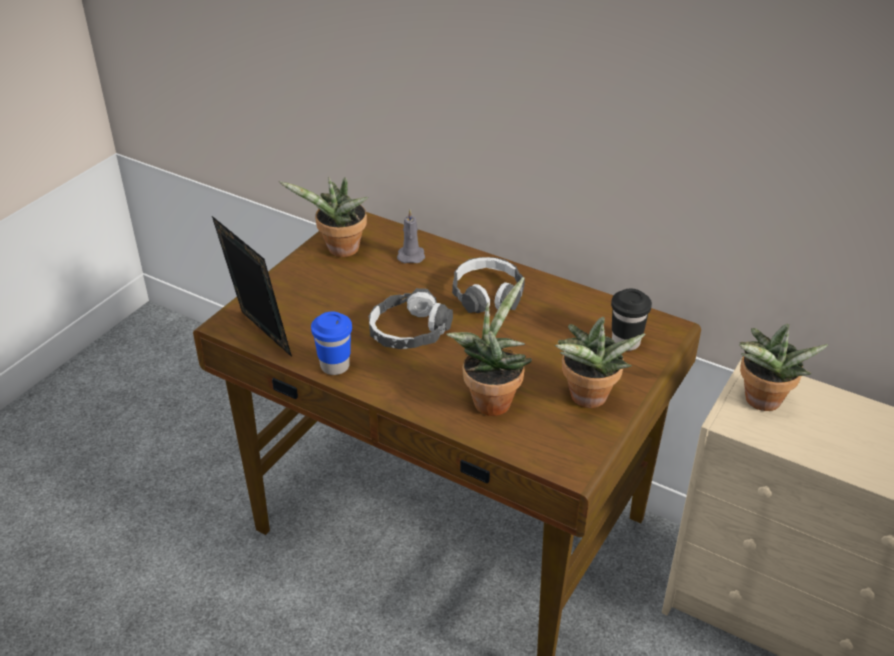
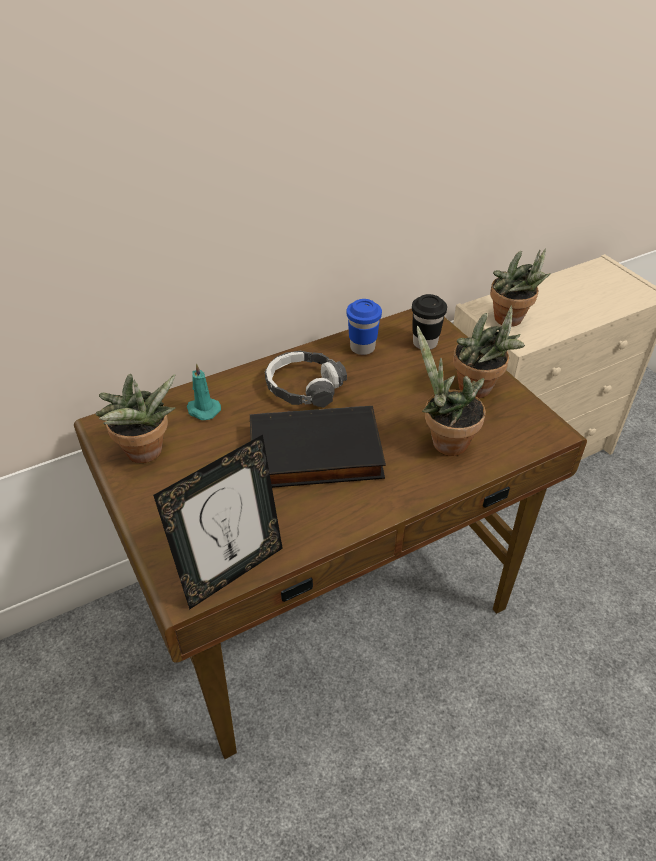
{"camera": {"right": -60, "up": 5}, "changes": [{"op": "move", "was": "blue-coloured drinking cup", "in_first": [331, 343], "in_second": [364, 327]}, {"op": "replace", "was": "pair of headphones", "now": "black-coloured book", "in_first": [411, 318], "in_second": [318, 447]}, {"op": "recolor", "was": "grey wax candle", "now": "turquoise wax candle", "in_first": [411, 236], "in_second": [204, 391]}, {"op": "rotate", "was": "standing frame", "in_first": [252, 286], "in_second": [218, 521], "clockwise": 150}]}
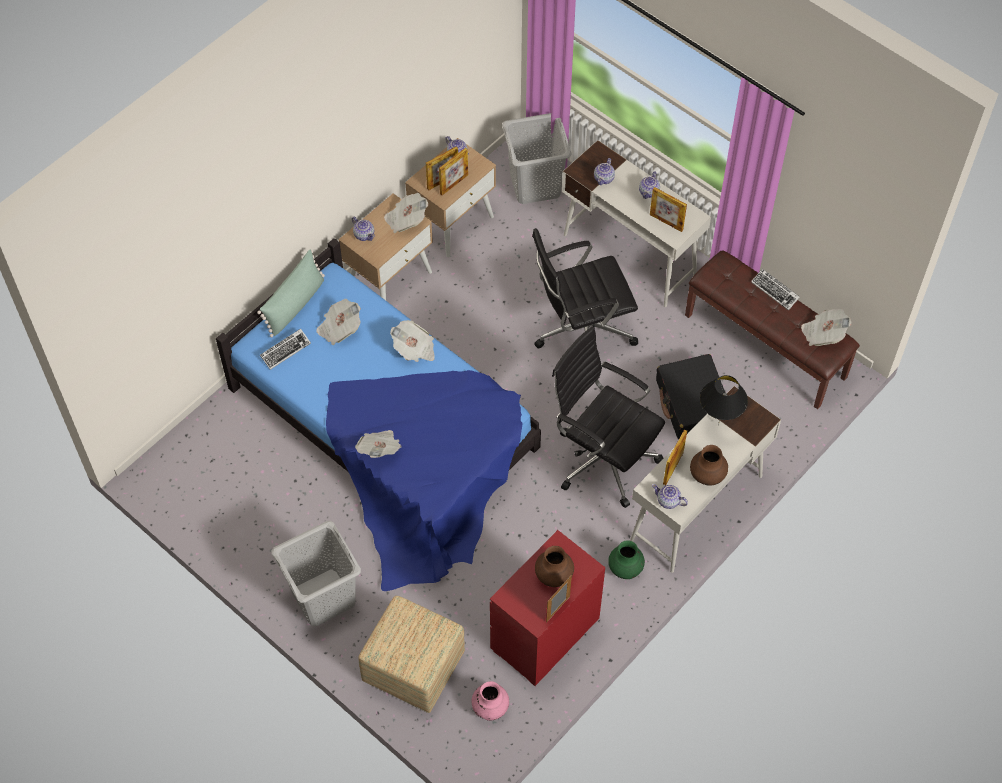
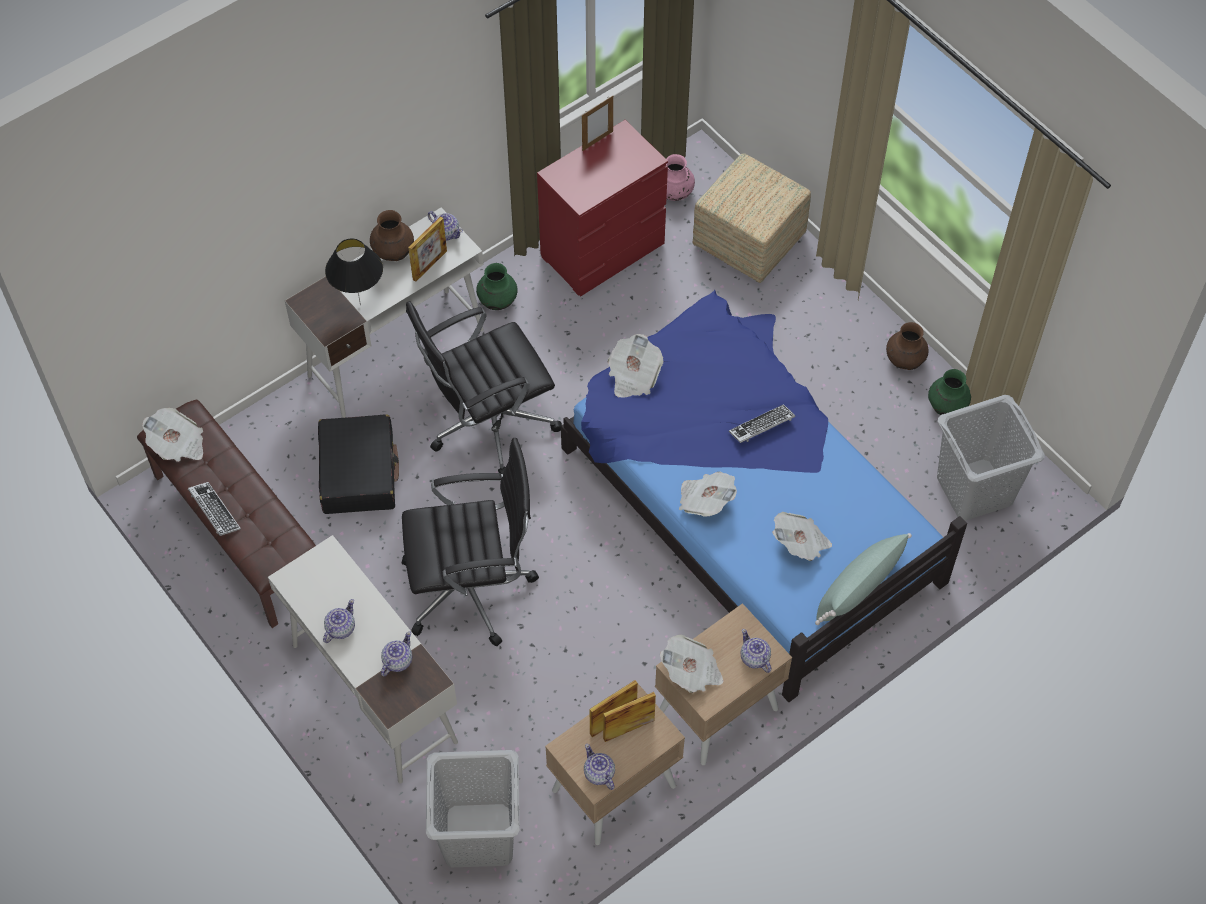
{"camera": {"right": -170, "up": 0}, "changes": [{"op": "delete", "was": "standing frame", "in_first": [668, 209]}, {"op": "insert", "now": "green decorative vase", "in_second": [949, 392]}, {"op": "move", "was": "keyboard", "in_first": [285, 349], "in_second": [762, 423]}, {"op": "move", "was": "grey hamper", "in_first": [316, 573], "in_second": [990, 458]}, {"op": "move", "was": "newspaper", "in_first": [378, 444], "in_second": [635, 366]}, {"op": "move", "was": "brownish decorative vase", "in_first": [554, 566], "in_second": [907, 346]}, {"op": "rotate", "was": "black-coloured office chair", "in_first": [608, 417], "in_second": [484, 387], "clockwise": 105}]}
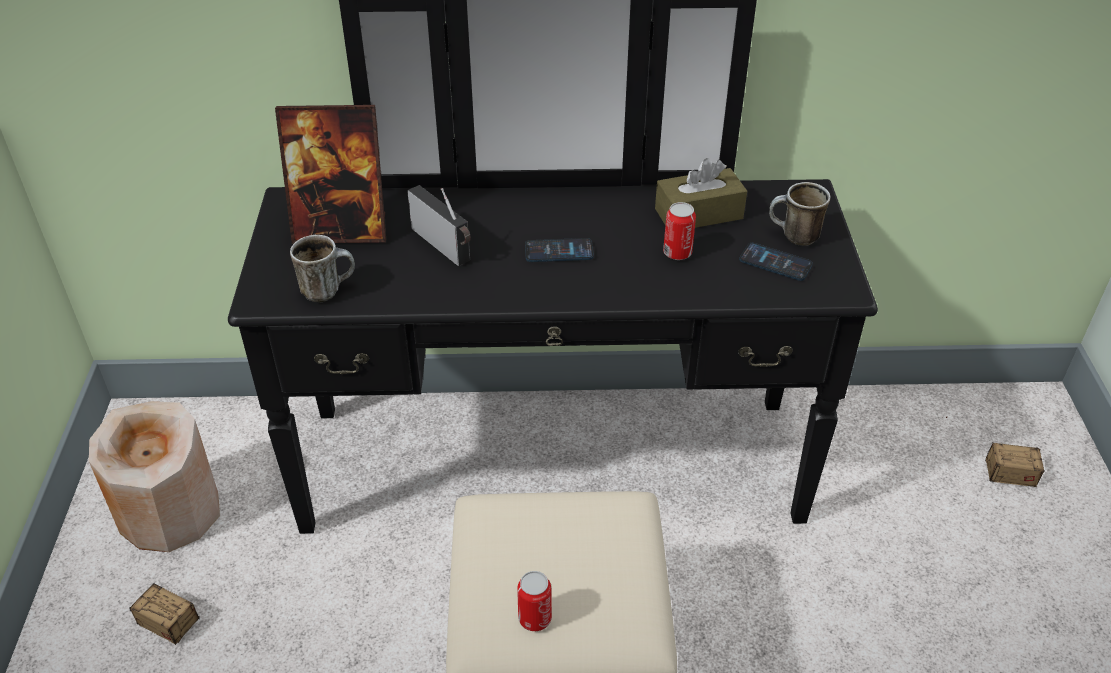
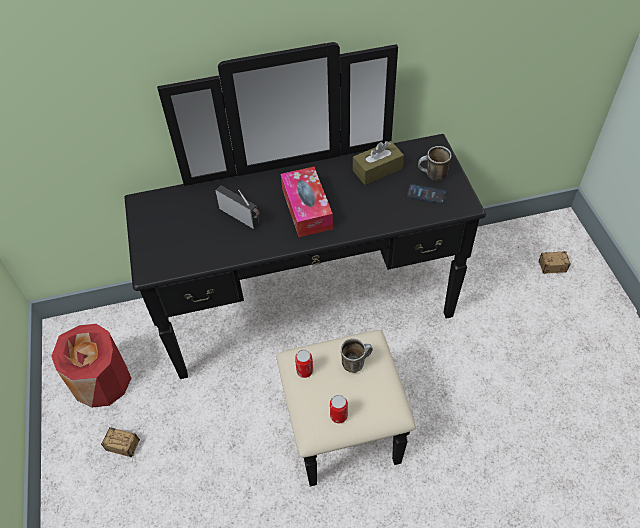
{"camera": {"right": -10, "up": 10}, "changes": [{"op": "delete", "was": "standing frame", "in_first": [330, 174]}, {"op": "move", "was": "coffee mug", "in_first": [322, 269], "in_second": [357, 355]}, {"op": "move", "was": "can", "in_first": [679, 231], "in_second": [304, 363]}, {"op": "replace", "was": "phone", "now": "tissue box", "in_first": [559, 250], "in_second": [307, 202]}, {"op": "recolor", "was": "beige-coloured decorative vase", "now": "reddish decorative vase", "in_first": [154, 476], "in_second": [91, 365]}]}
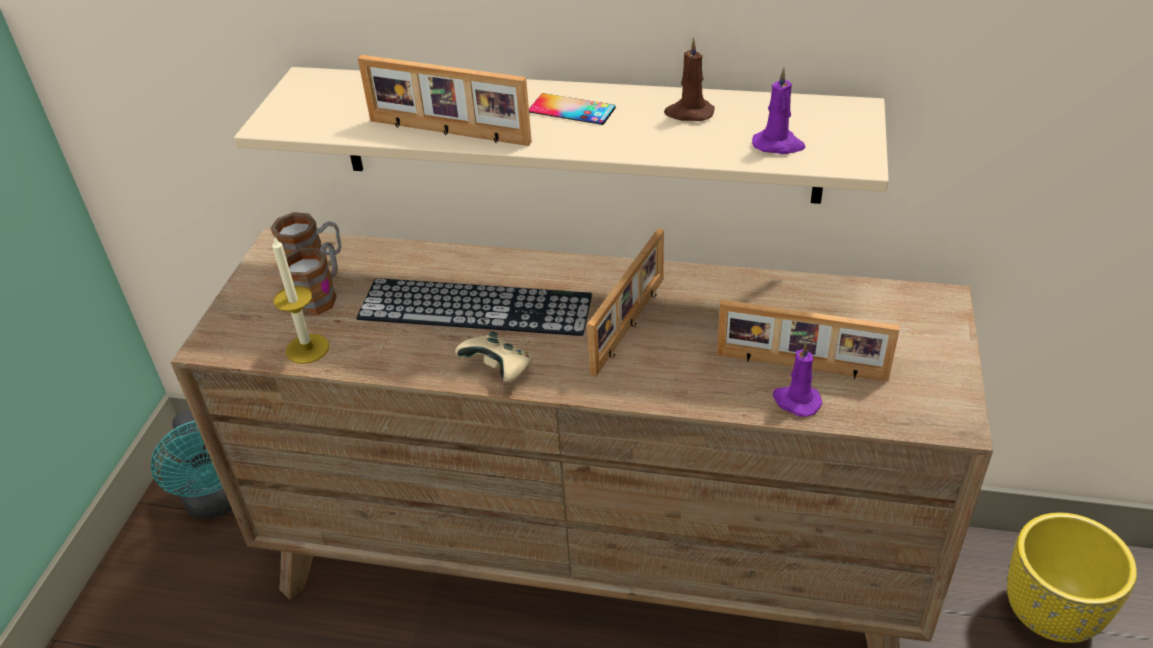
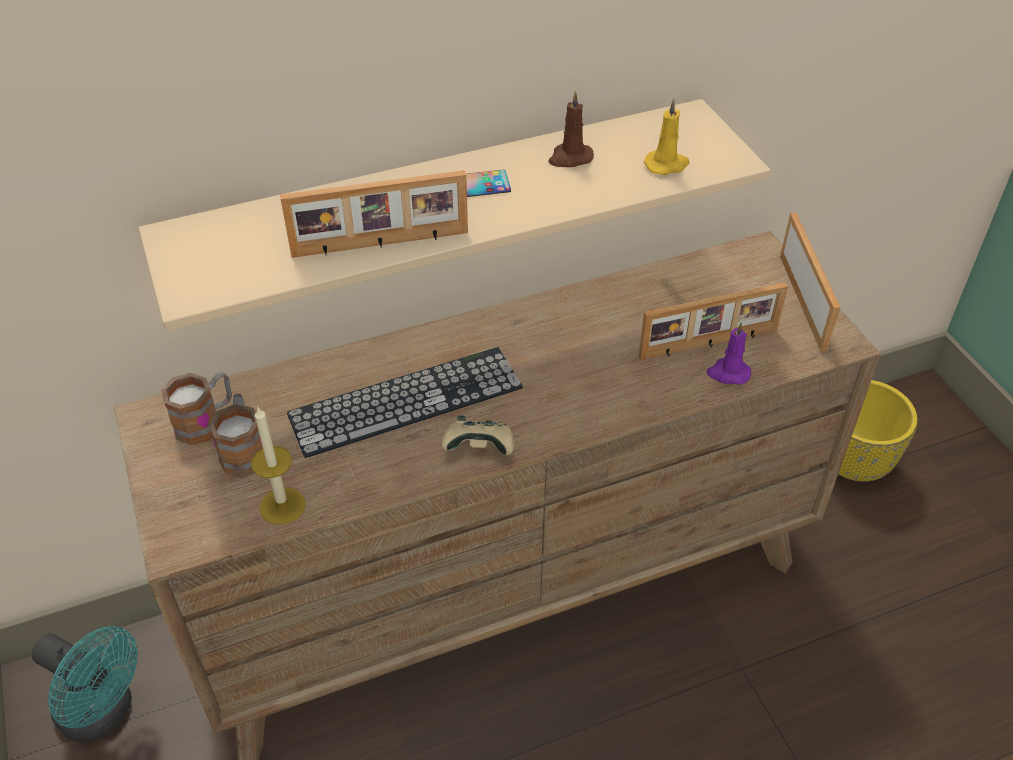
{"camera": {"right": -35, "up": 5}, "changes": [{"op": "move", "was": "standing frame", "in_first": [625, 302], "in_second": [810, 282]}, {"op": "recolor", "was": "purple wax candle", "now": "yellow wax candle", "in_first": [778, 110], "in_second": [666, 137]}]}
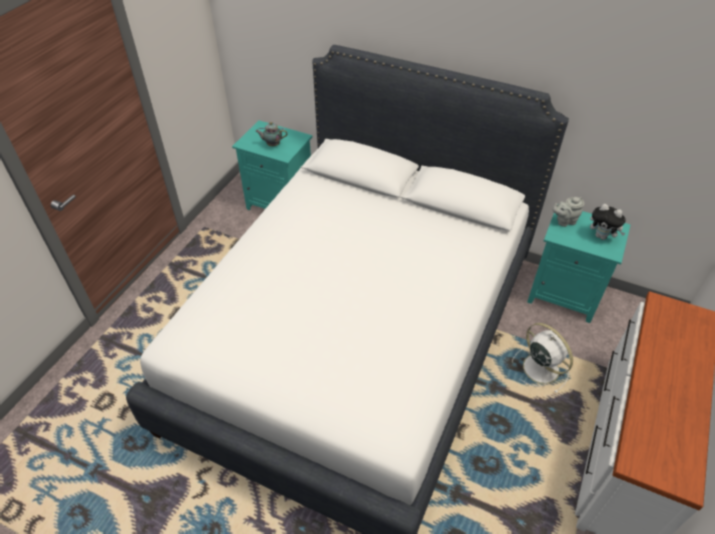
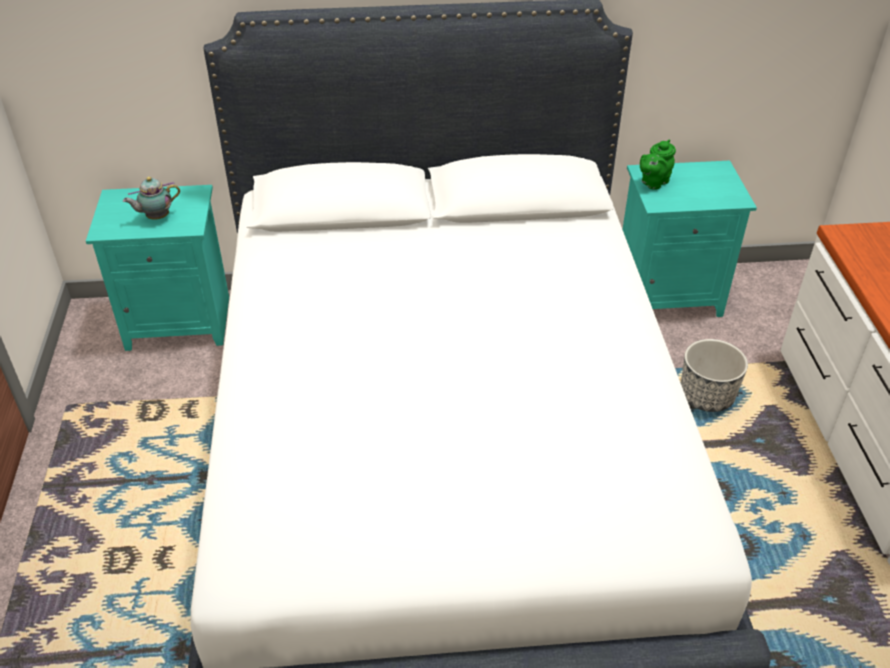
{"camera": {"right": -30, "up": -5}, "changes": [{"op": "delete", "was": "soft toy", "in_first": [608, 222]}, {"op": "replace", "was": "white-coloured electric fan", "now": "planter", "in_first": [542, 358], "in_second": [714, 375]}, {"op": "recolor", "was": "grey pot for tea", "now": "green pot for tea", "in_first": [568, 212], "in_second": [658, 165]}]}
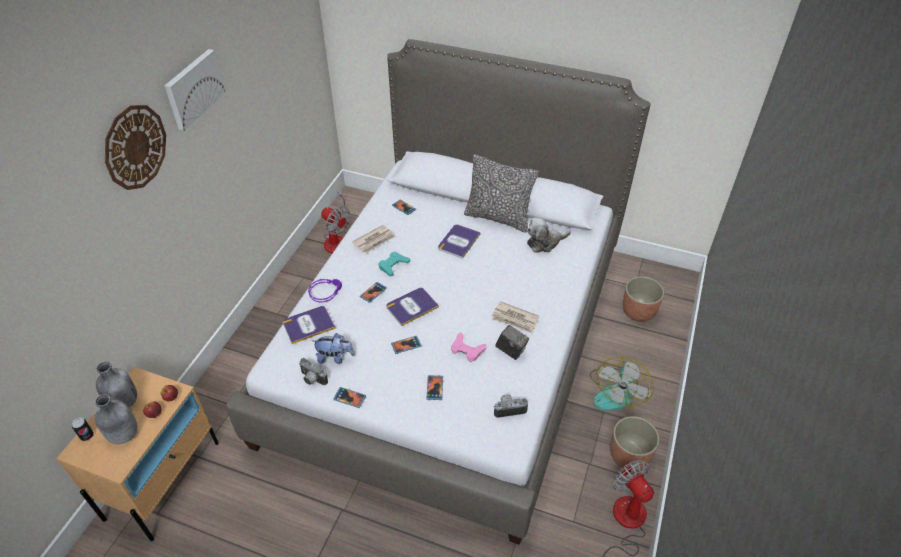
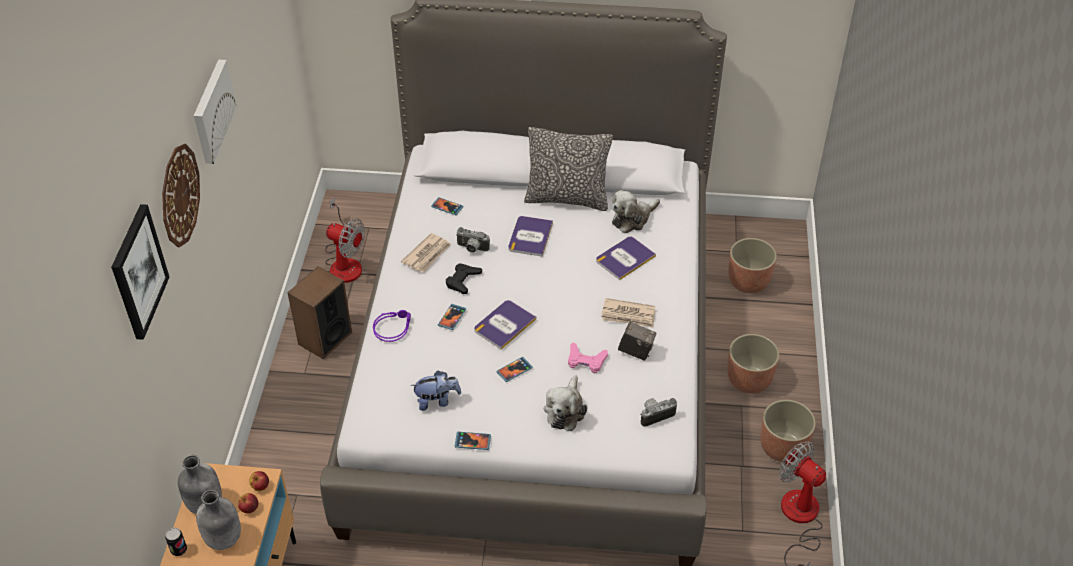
{"camera": {"right": -15, "up": 0}, "changes": [{"op": "insert", "now": "picture", "in_second": [140, 272]}, {"op": "insert", "now": "loudspeaker", "in_second": [319, 312]}, {"op": "move", "was": "book", "in_first": [309, 325], "in_second": [626, 258]}, {"op": "move", "was": "still camera", "in_first": [313, 371], "in_second": [473, 240]}, {"op": "replace", "was": "phone", "now": "soft toy", "in_first": [435, 387], "in_second": [565, 403]}, {"op": "replace", "was": "electric fan", "now": "planter", "in_first": [622, 384], "in_second": [753, 364]}, {"op": "recolor", "was": "turquoise gamepad", "now": "black-coloured gamepad", "in_first": [394, 264], "in_second": [464, 278]}]}
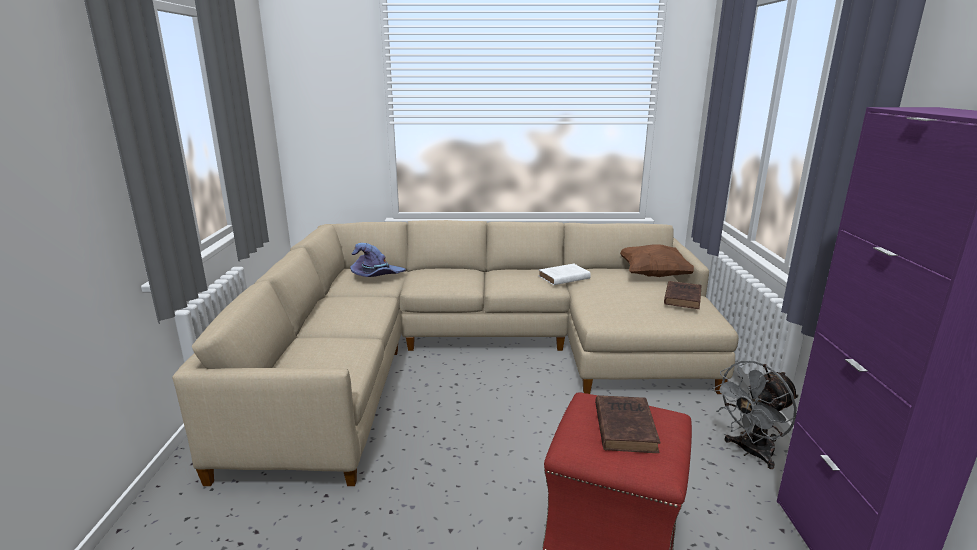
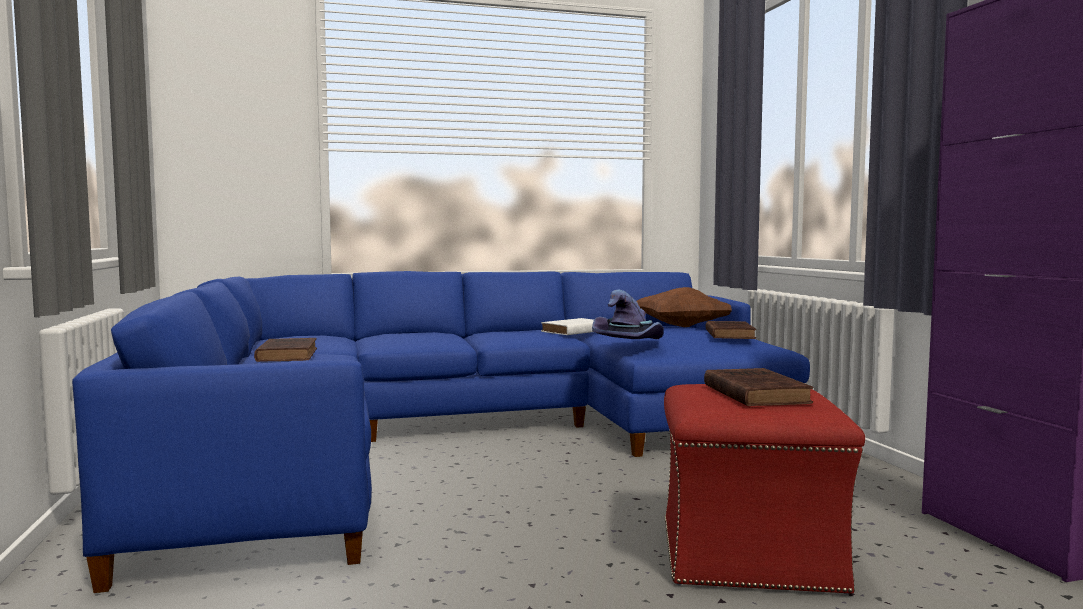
{"camera": {"right": -15, "up": -15}, "changes": [{"op": "delete", "was": "grey electric fan", "in_first": [755, 415]}, {"op": "insert", "now": "brownish book", "in_second": [285, 350]}, {"op": "move", "was": "purple clothing hat", "in_first": [378, 260], "in_second": [628, 314]}, {"op": "recolor", "was": "beige-coloured sofa", "now": "blue-coloured sofa", "in_first": [455, 353], "in_second": [441, 432]}]}
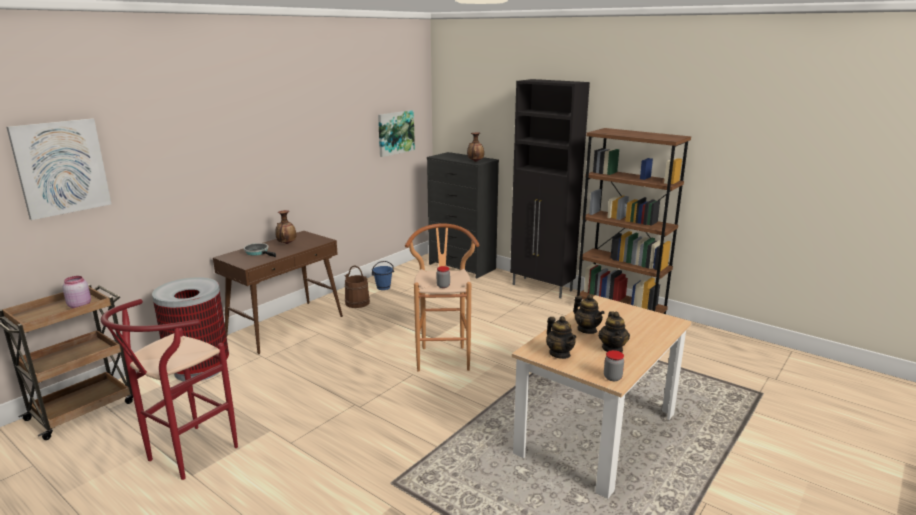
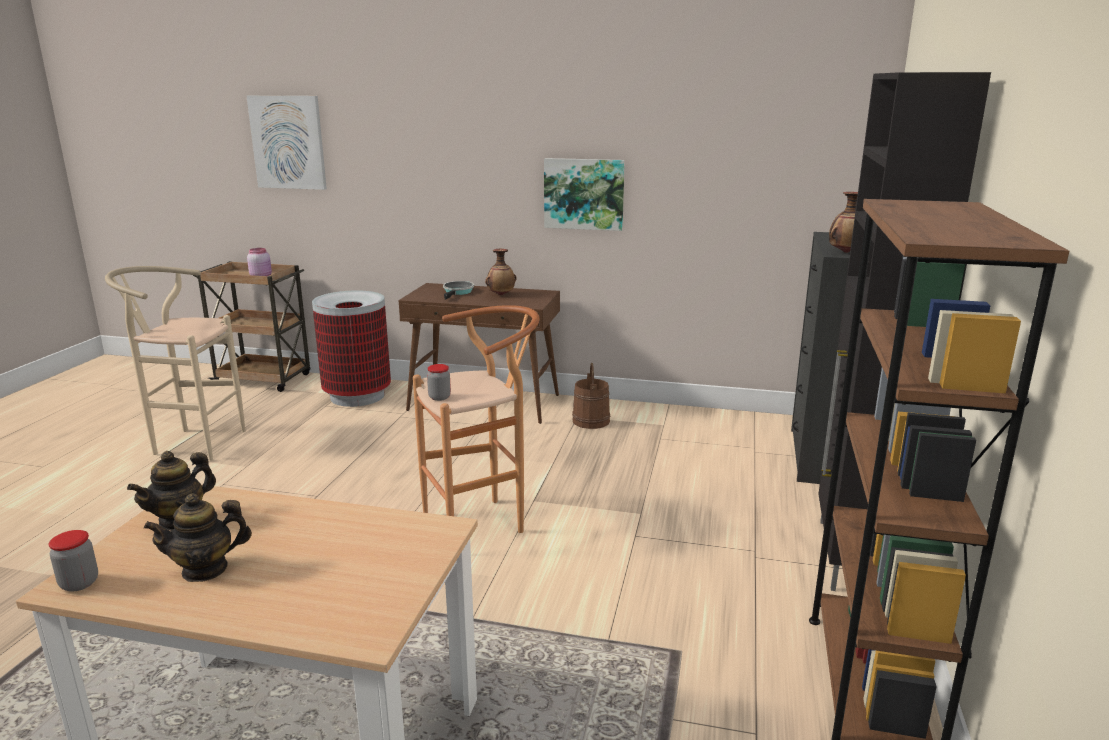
{"camera": {"right": 65, "up": 0}, "changes": [{"op": "delete", "was": "blue-coloured water bucket", "in_first": [383, 275]}, {"op": "delete", "was": "pot for tea", "in_first": [589, 314]}, {"op": "move", "was": "picture", "in_first": [396, 133], "in_second": [584, 194]}, {"op": "recolor", "was": "reddish sitting stool", "now": "beige-coloured sitting stool", "in_first": [169, 389], "in_second": [175, 363]}]}
